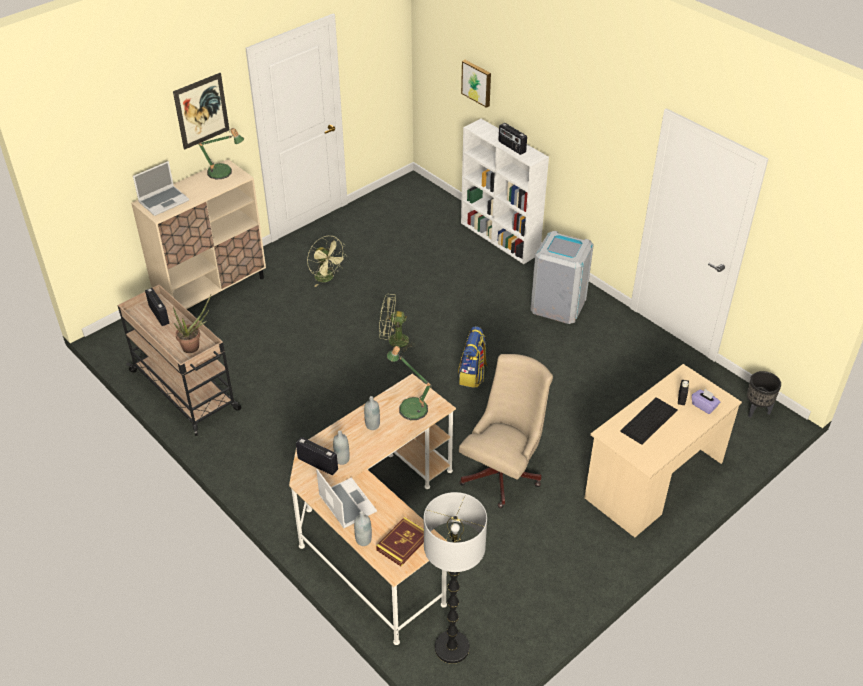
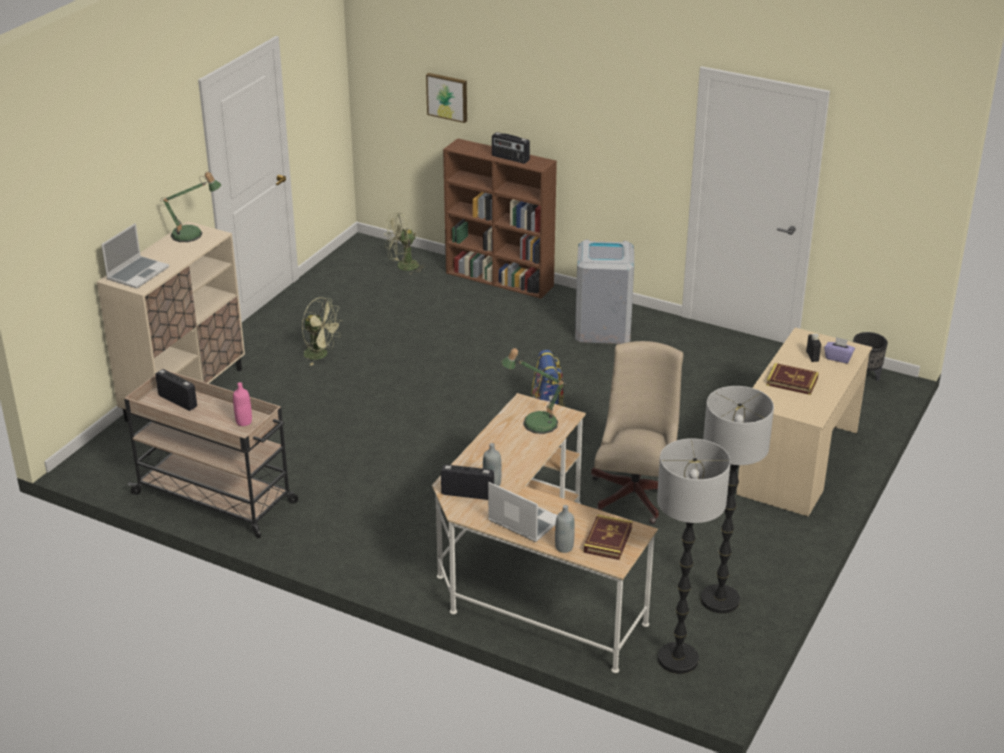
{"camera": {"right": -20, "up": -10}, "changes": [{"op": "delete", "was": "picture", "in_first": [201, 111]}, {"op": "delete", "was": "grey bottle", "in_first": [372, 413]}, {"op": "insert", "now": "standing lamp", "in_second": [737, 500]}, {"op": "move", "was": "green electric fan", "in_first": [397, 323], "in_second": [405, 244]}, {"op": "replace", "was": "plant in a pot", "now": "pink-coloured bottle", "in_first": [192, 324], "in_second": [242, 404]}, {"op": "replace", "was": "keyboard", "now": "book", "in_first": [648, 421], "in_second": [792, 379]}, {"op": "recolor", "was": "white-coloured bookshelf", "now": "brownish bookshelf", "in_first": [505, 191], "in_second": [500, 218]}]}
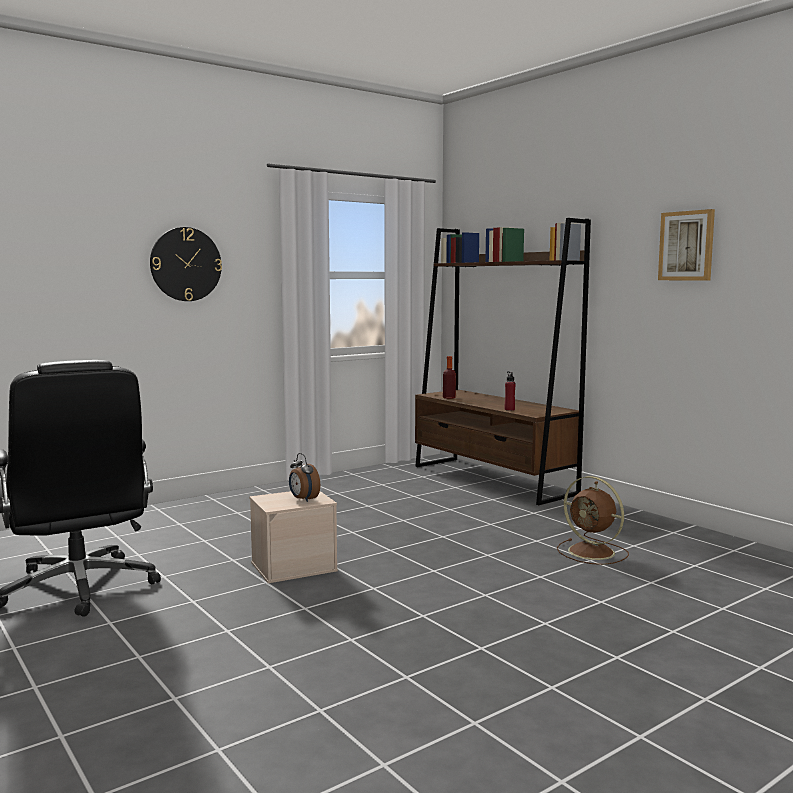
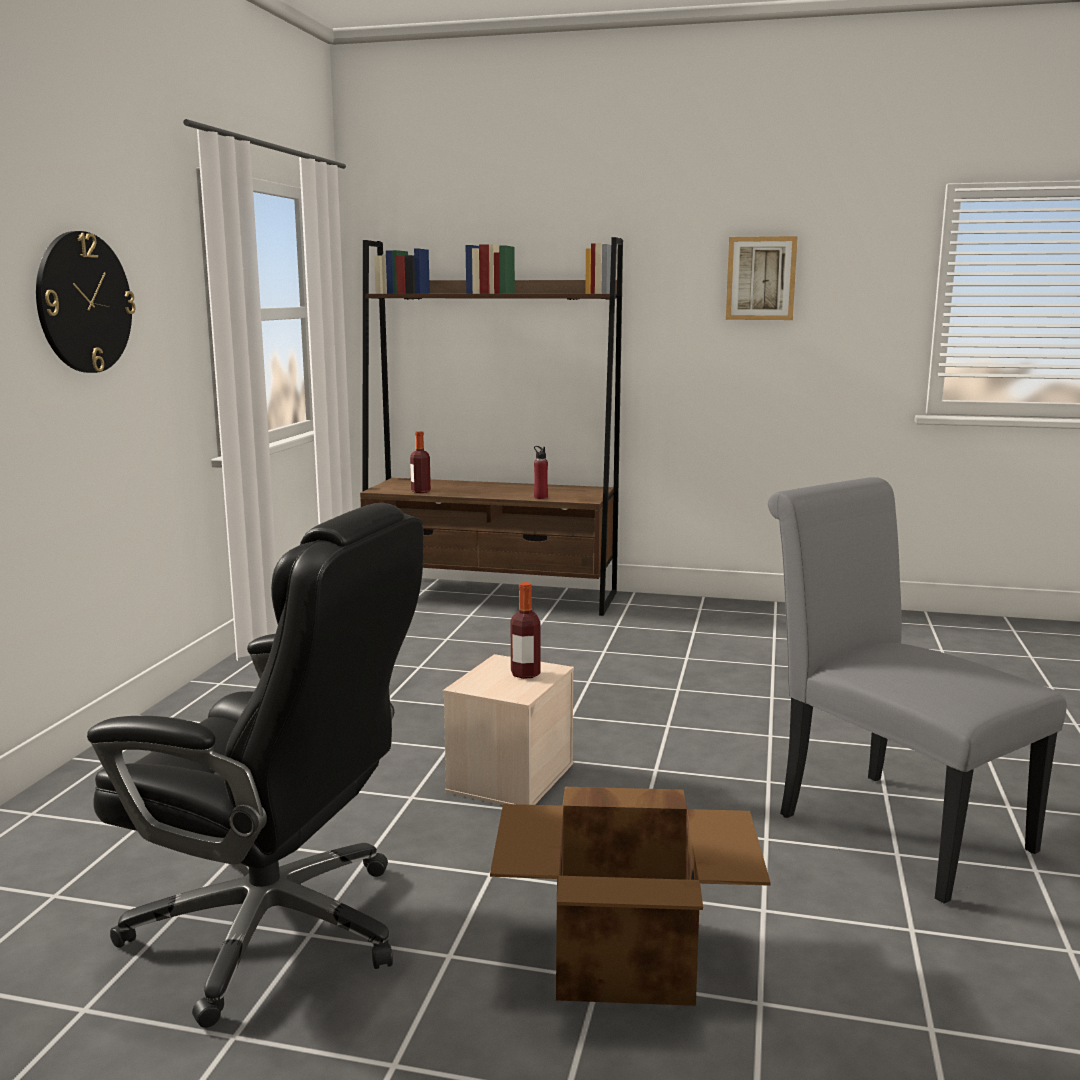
{"camera": {"right": -40, "up": 5}, "changes": [{"op": "delete", "was": "brownish electric fan", "in_first": [593, 520]}, {"op": "insert", "now": "cardboard box", "in_second": [630, 896]}, {"op": "insert", "now": "grey upright chair", "in_second": [917, 690]}, {"op": "replace", "was": "bedside clock", "now": "bottle", "in_first": [304, 477], "in_second": [526, 630]}]}
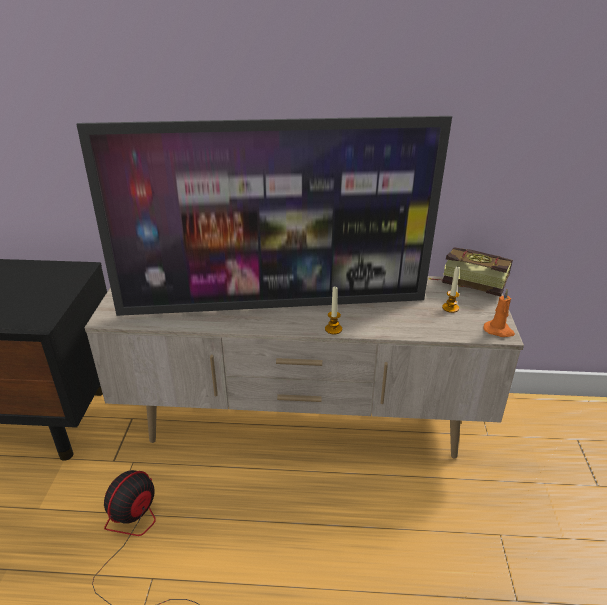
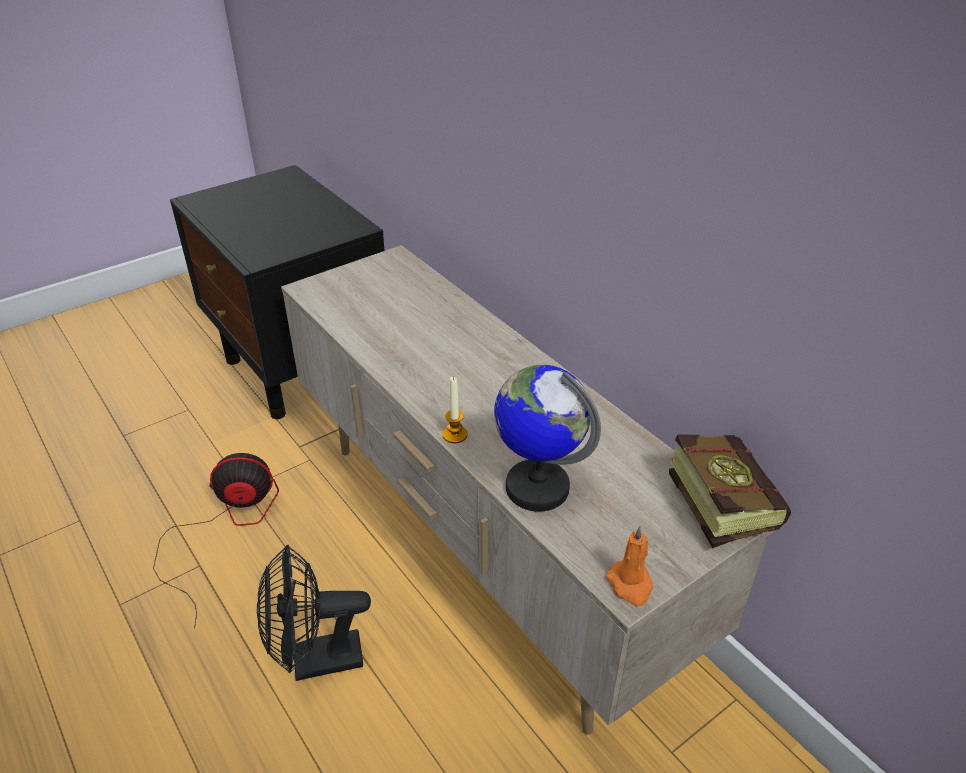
{"camera": {"right": 50, "up": 5}, "changes": [{"op": "delete", "was": "TV", "in_first": [264, 216]}, {"op": "delete", "was": "wax candle", "in_first": [451, 290]}, {"op": "insert", "now": "black-coloured electric fan", "in_second": [314, 613]}, {"op": "insert", "now": "world globe", "in_second": [547, 438]}]}
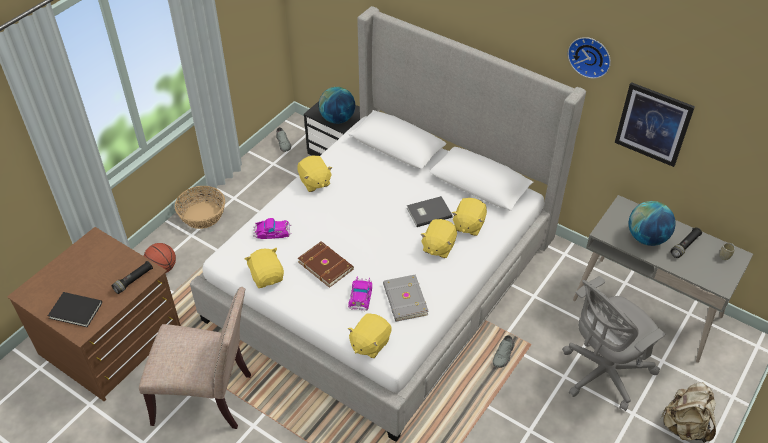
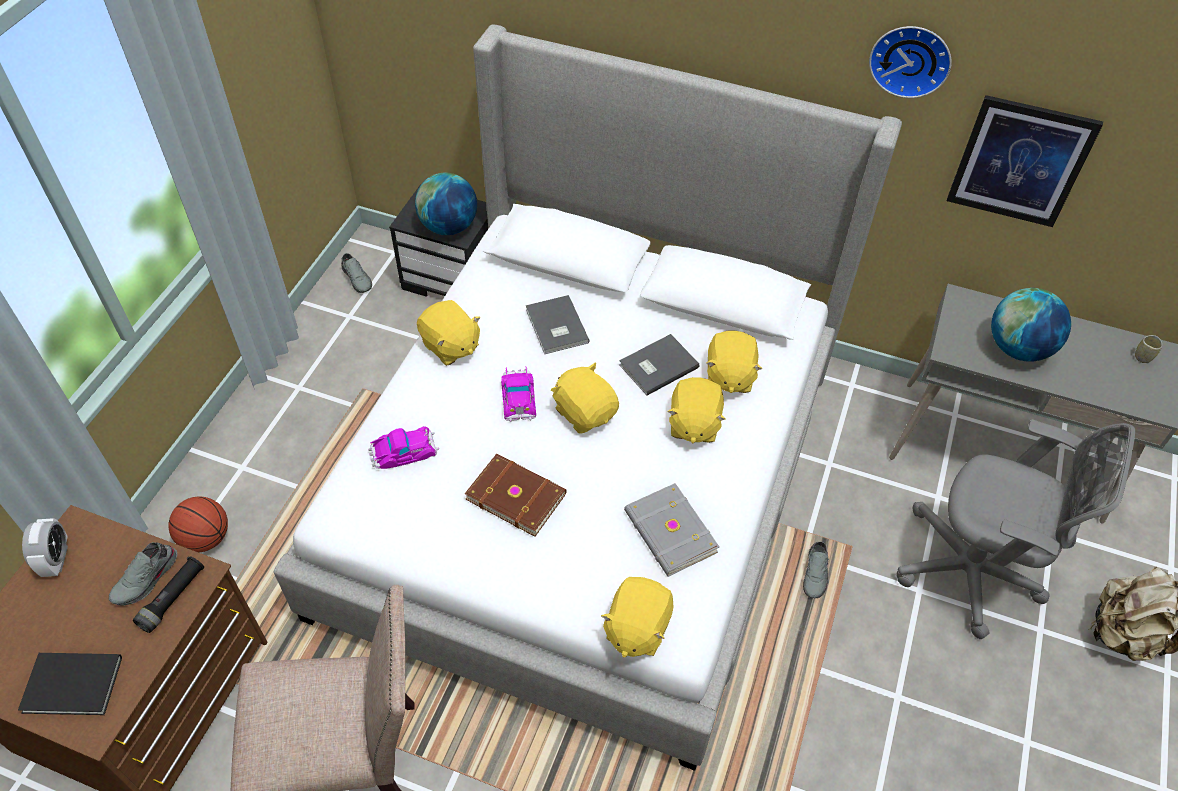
{"camera": {"right": -15, "up": 5}, "changes": [{"op": "delete", "was": "basket", "in_first": [200, 207]}, {"op": "delete", "was": "black-coloured hand torch", "in_first": [686, 242]}, {"op": "insert", "now": "bedside clock", "in_second": [45, 547]}, {"op": "insert", "now": "grey item of footwear", "in_second": [143, 574]}, {"op": "insert", "now": "grey book", "in_second": [557, 324]}, {"op": "move", "was": "yellow soft toy", "in_first": [264, 268], "in_second": [585, 398]}, {"op": "move", "was": "model car", "in_first": [360, 293], "in_second": [518, 394]}, {"op": "rotate", "was": "grey office chair", "in_first": [613, 343], "in_second": [1015, 529], "clockwise": -105}]}
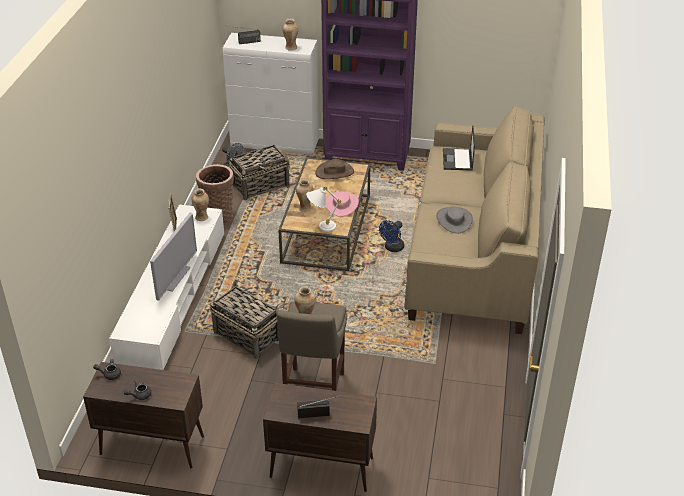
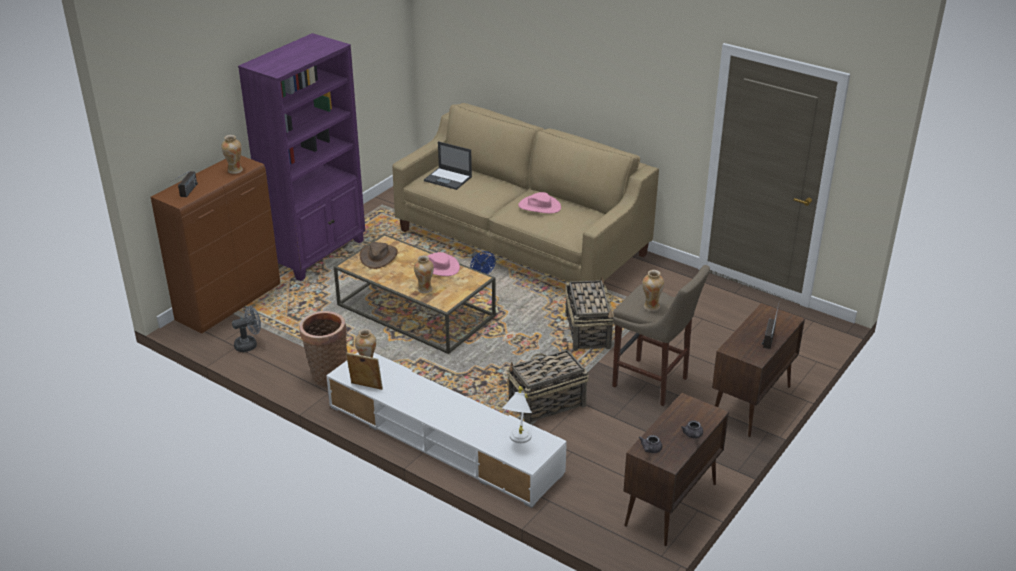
{"camera": {"right": -65, "up": -5}, "changes": [{"op": "delete", "was": "TV", "in_first": [173, 257]}, {"op": "move", "was": "basket", "in_first": [259, 172], "in_second": [590, 314]}, {"op": "move", "was": "white-coloured tabletop lamp", "in_first": [323, 209], "in_second": [517, 414]}, {"op": "recolor", "was": "white-coloured cupboard", "now": "brownish cupboard", "in_first": [271, 94], "in_second": [215, 245]}, {"op": "recolor", "was": "grey clothing hat", "now": "pink-coloured clothing hat", "in_first": [454, 219], "in_second": [539, 202]}]}
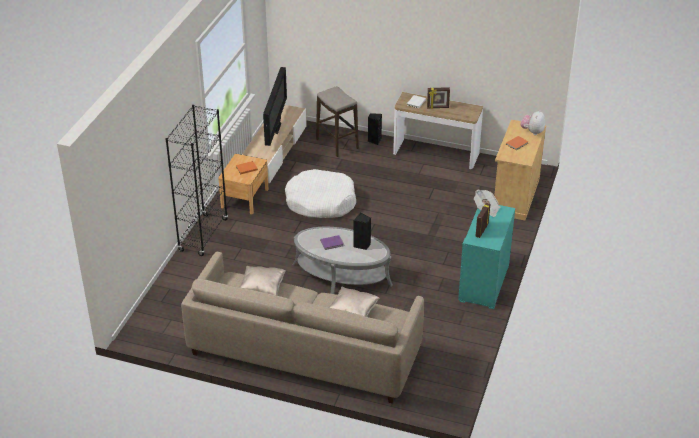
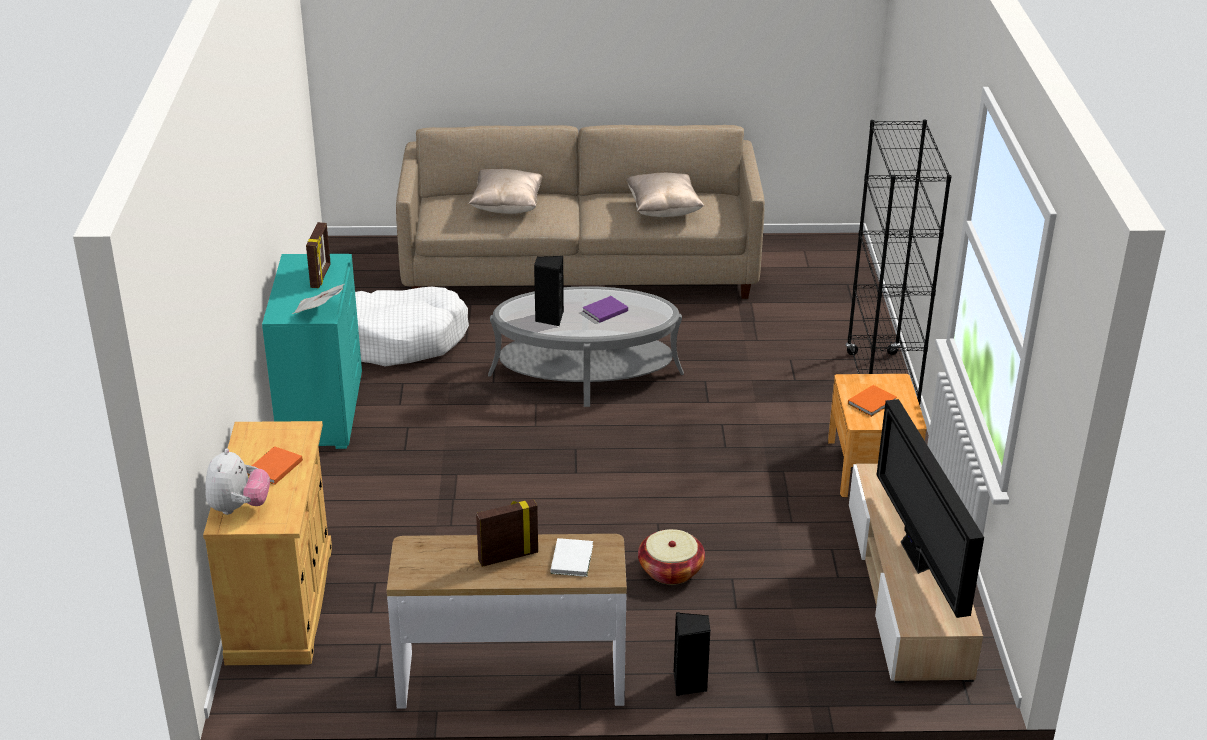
{"camera": {"right": 160, "up": -5}, "changes": [{"op": "delete", "was": "sitting stool", "in_first": [337, 121]}, {"op": "insert", "now": "basket", "in_second": [671, 557]}, {"op": "move", "was": "white-coloured dog cushion", "in_first": [320, 193], "in_second": [412, 327]}]}
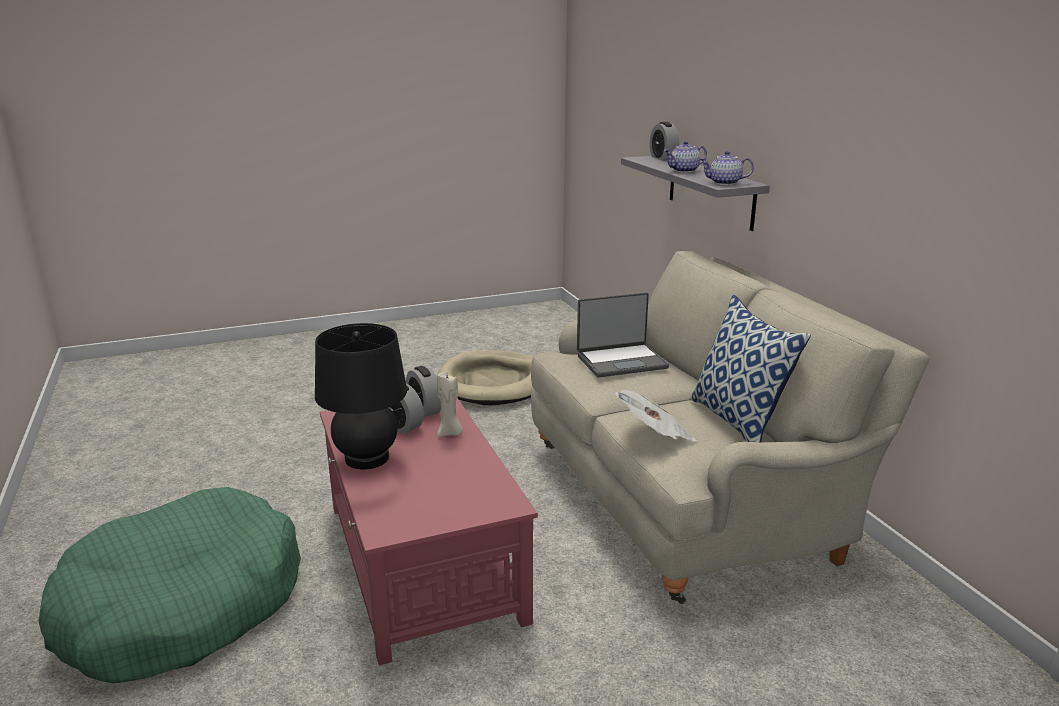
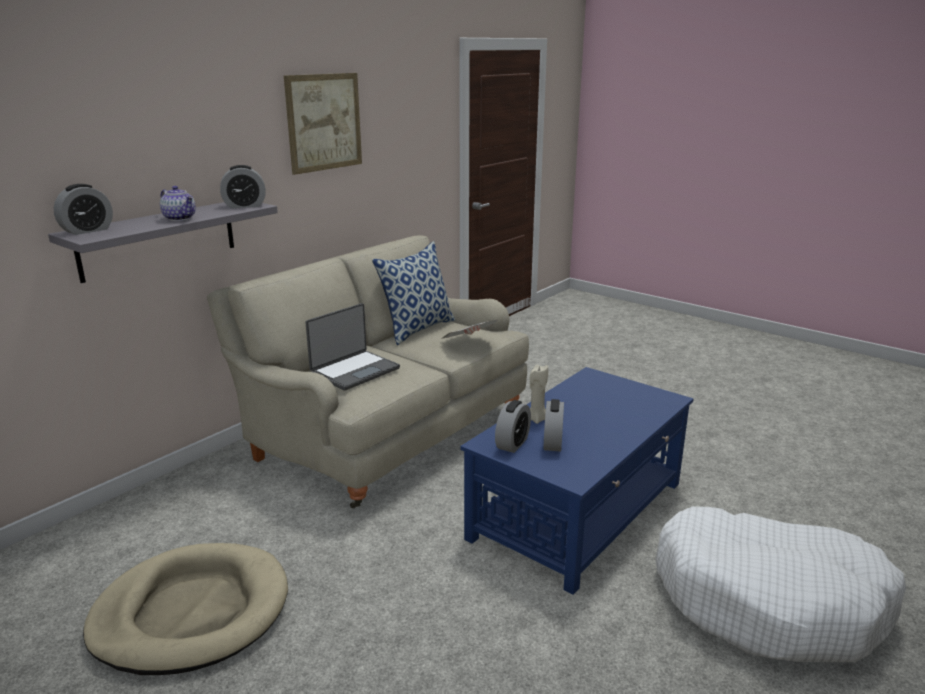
{"camera": {"right": -120, "up": 0}, "changes": [{"op": "delete", "was": "black-coloured tabletop lamp", "in_first": [361, 396]}, {"op": "insert", "now": "picture", "in_second": [323, 124]}, {"op": "replace", "was": "pot for tea", "now": "bedside clock", "in_first": [727, 168], "in_second": [243, 186]}, {"op": "recolor", "was": "green dog cushion", "now": "white-coloured dog cushion", "in_first": [170, 585], "in_second": [780, 584]}, {"op": "recolor", "was": "reddish lounge table", "now": "blue-coloured lounge table", "in_first": [429, 531], "in_second": [576, 481]}, {"op": "rotate", "was": "laptop", "in_first": [623, 334], "in_second": [352, 347], "clockwise": 90}]}
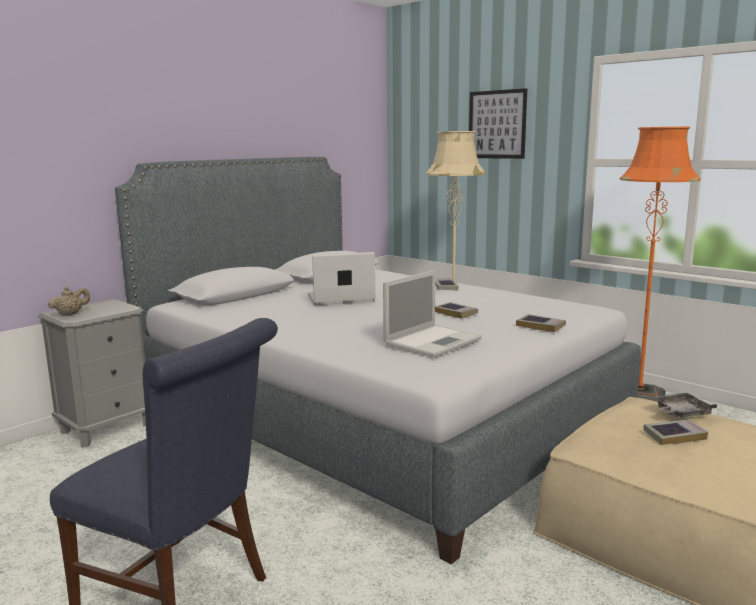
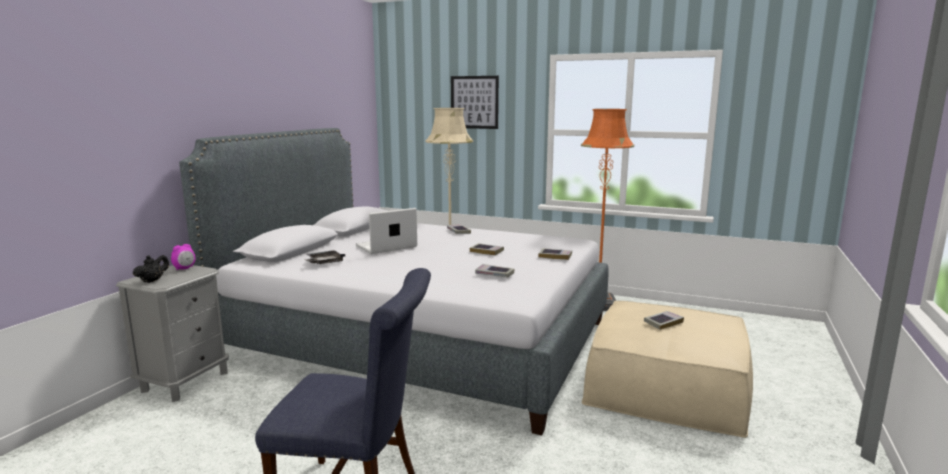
{"camera": {"right": -20, "up": 0}, "changes": [{"op": "insert", "now": "bedside clock", "in_second": [183, 257]}, {"op": "move", "was": "grey carrying tray", "in_first": [684, 405], "in_second": [324, 257]}, {"op": "replace", "was": "laptop", "now": "book", "in_first": [432, 314], "in_second": [494, 271]}, {"op": "recolor", "was": "beige-coloured pot for tea", "now": "black-coloured pot for tea", "in_first": [69, 301], "in_second": [151, 269]}]}
